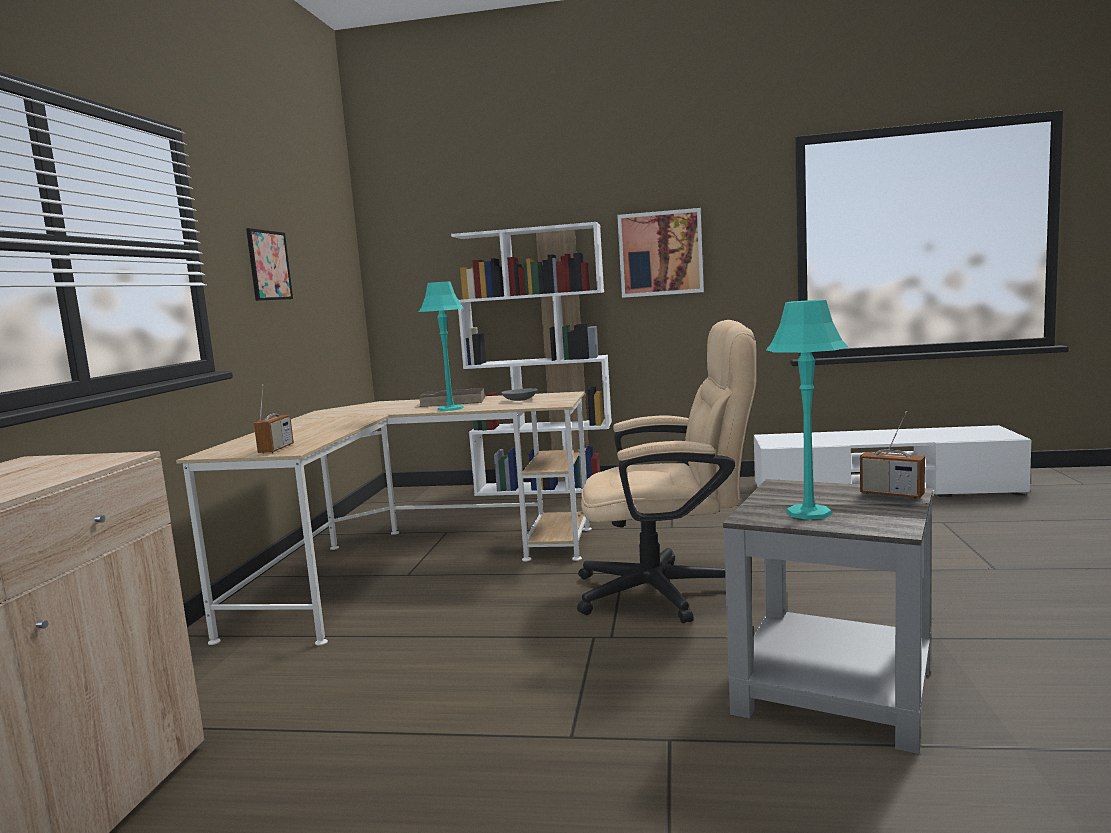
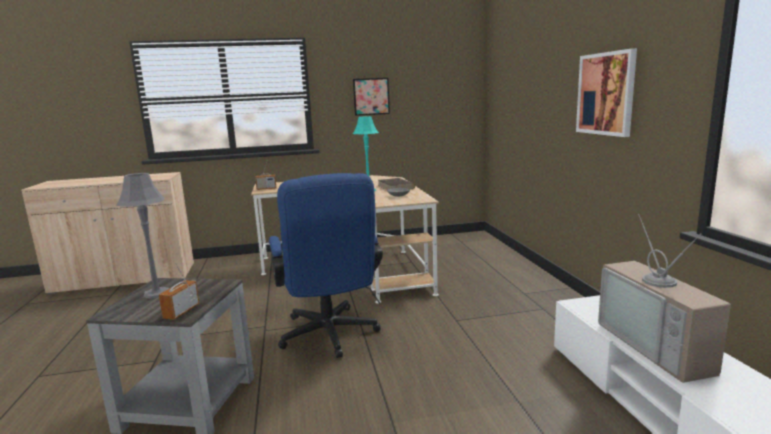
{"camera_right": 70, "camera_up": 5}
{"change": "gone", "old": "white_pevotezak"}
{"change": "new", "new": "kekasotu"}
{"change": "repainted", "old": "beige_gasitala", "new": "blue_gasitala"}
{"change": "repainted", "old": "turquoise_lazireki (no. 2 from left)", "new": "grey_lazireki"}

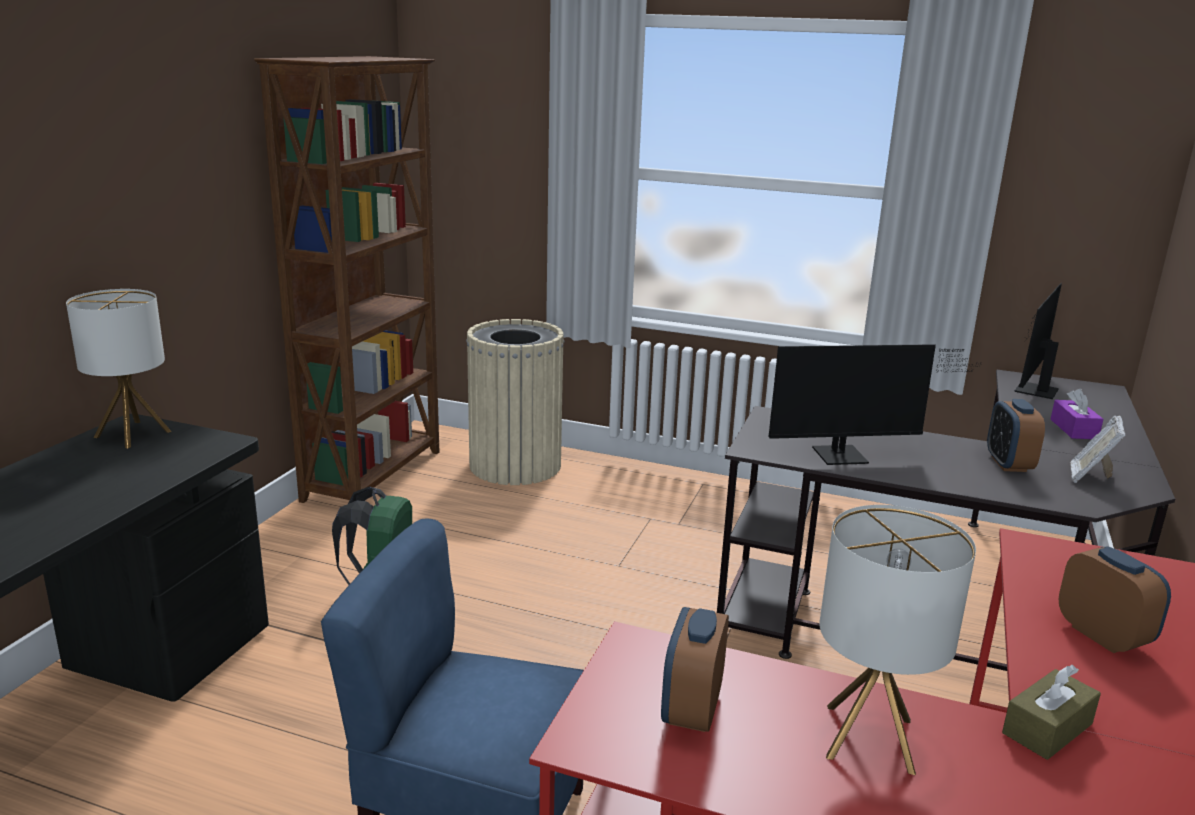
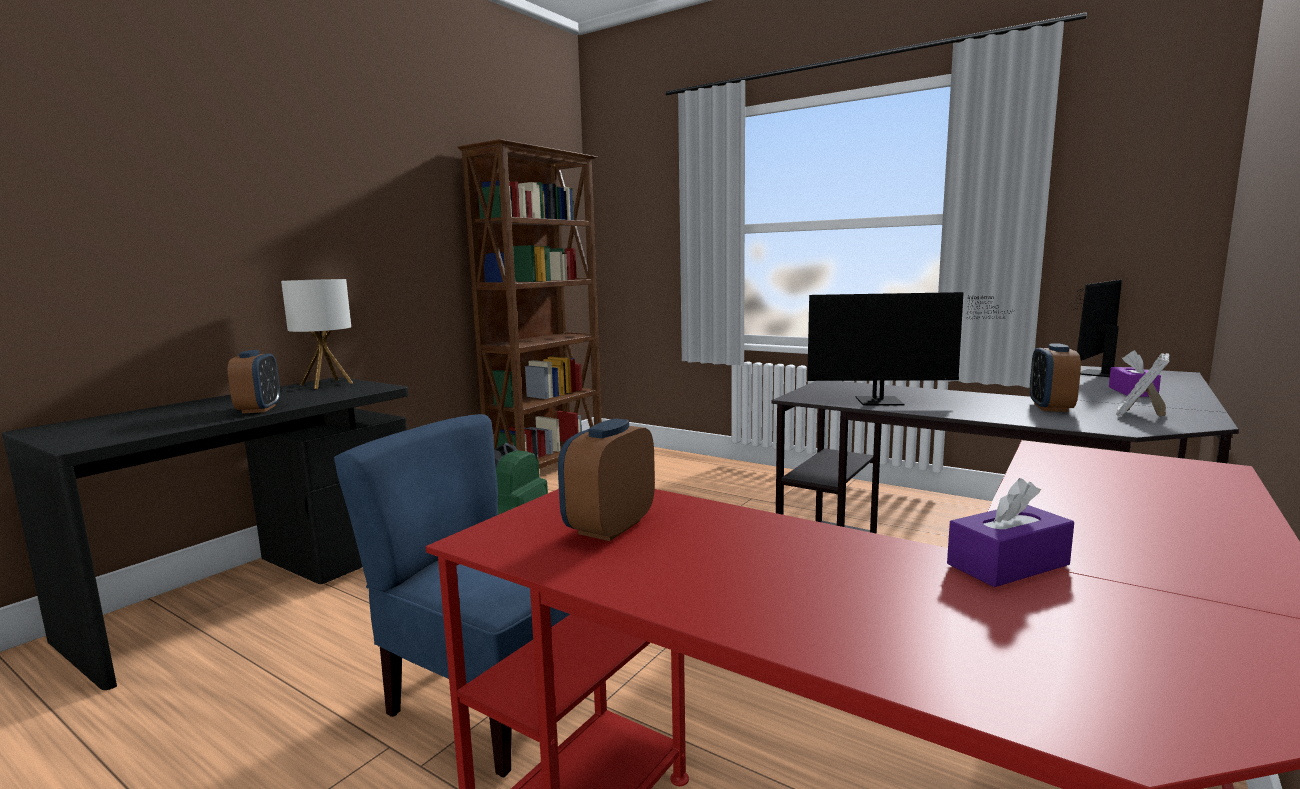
{"camera_right": 15, "camera_up": -10}
{"change": "gone", "old": "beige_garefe"}
{"change": "gone", "old": "lazireki (no. 2 from left)"}
{"change": "shifted", "old": "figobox (no. 3 from left in the first image)", "new": "figobox (no. 1 from left)"}
{"change": "repainted", "old": "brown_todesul", "new": "purple_todesul (no. 1 from left)"}

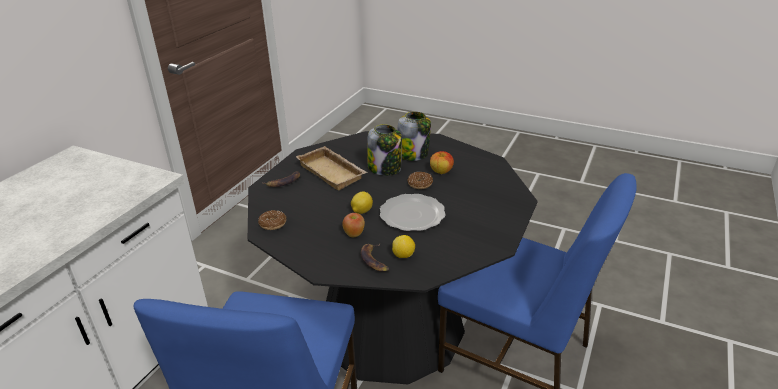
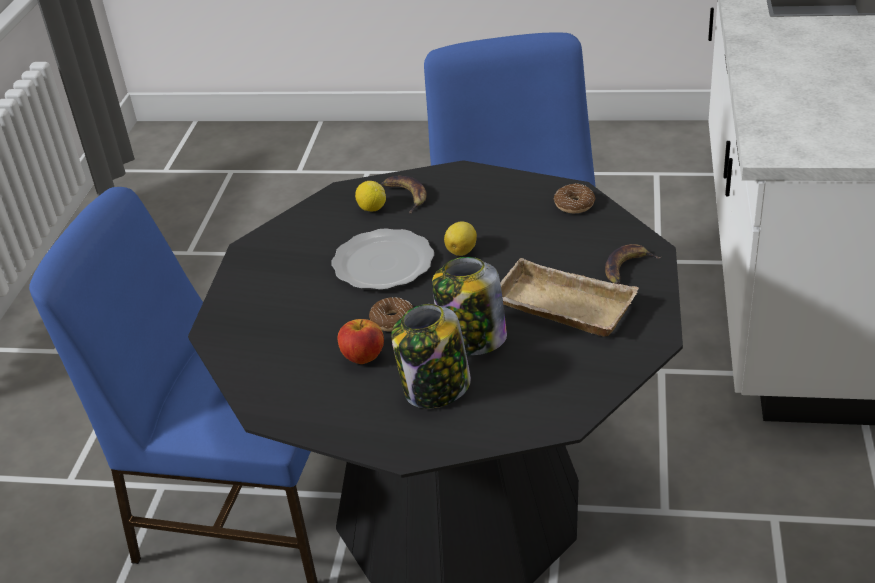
{"camera_right": 165, "camera_up": 5}
{"change": "gone", "old": "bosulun (no. 1 from left)"}

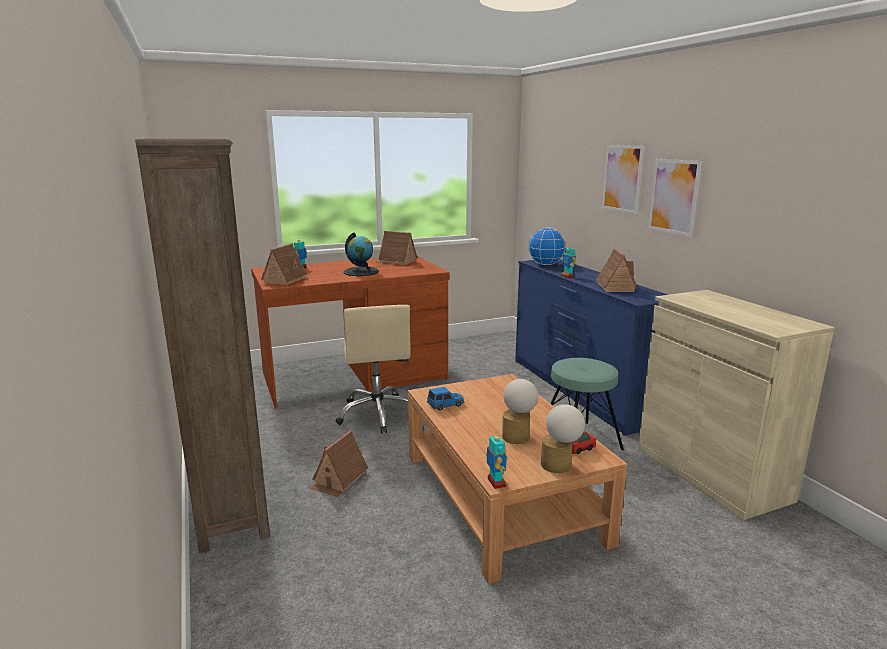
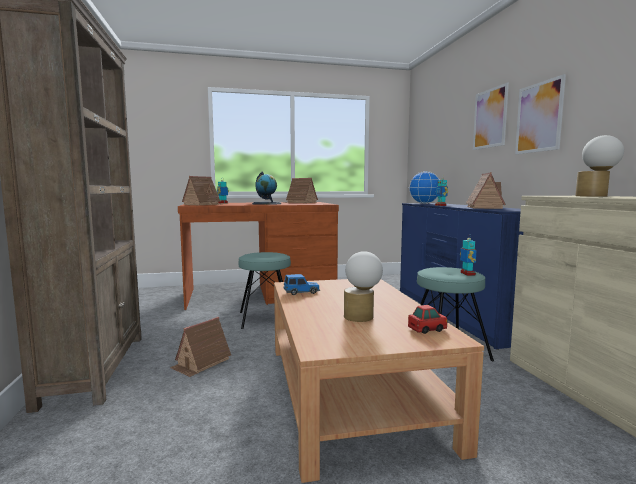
{"camera_right": 10, "camera_up": -10}
{"change": "shifted", "old": "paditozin (no. 2 from left in the first image)", "new": "paditozin (no. 3 from left)"}
{"change": "shifted", "old": "lazireki (no. 2 from left)"}
{"change": "swapped", "old": "beige_gasitala", "new": "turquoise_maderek (no. 1 from left)"}

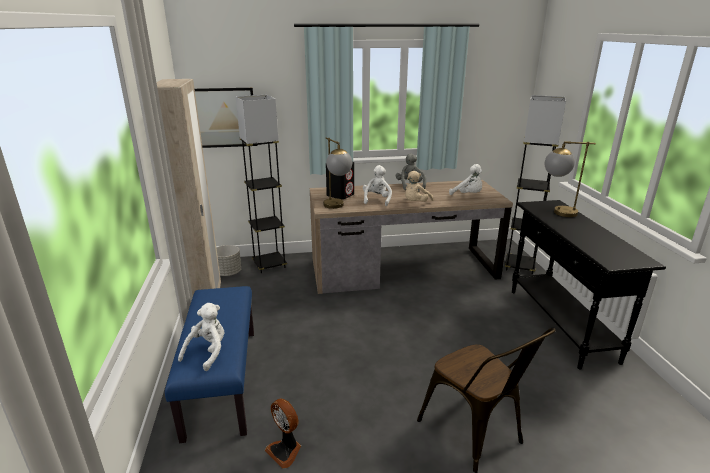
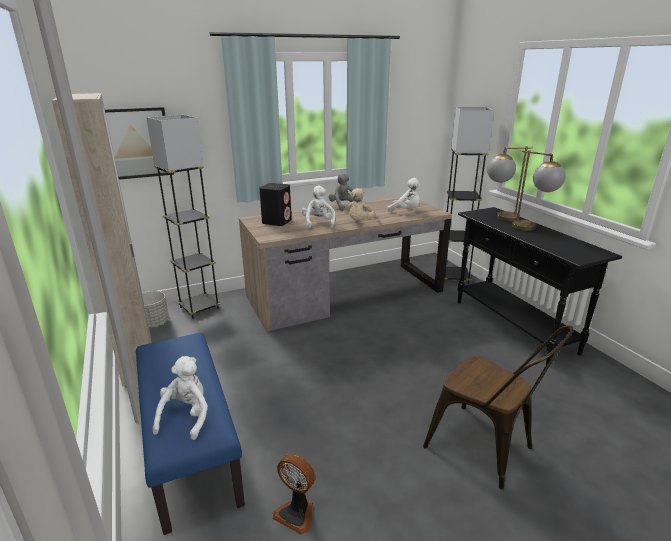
{"camera_right": -15, "camera_up": 0}
{"change": "shifted", "old": "lazireki (no. 1 from left in the first image)", "new": "lazireki (no. 2 from left)"}

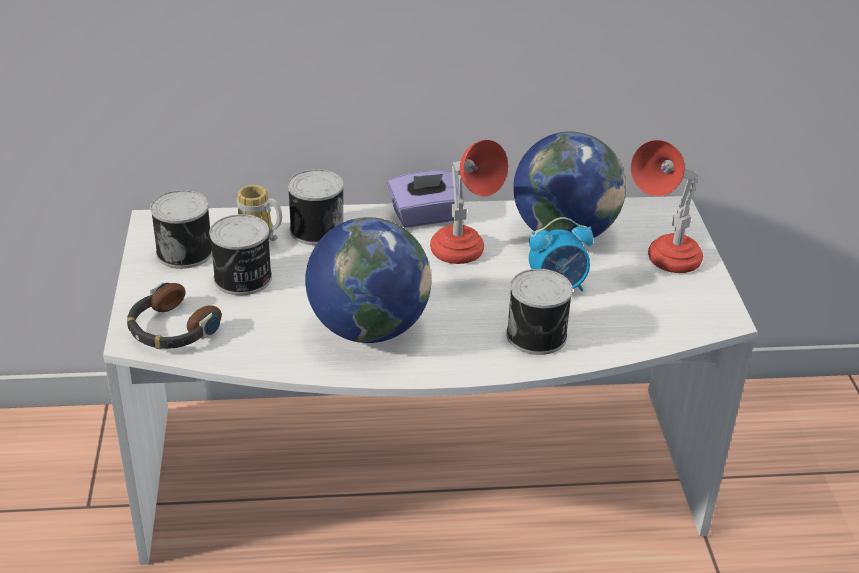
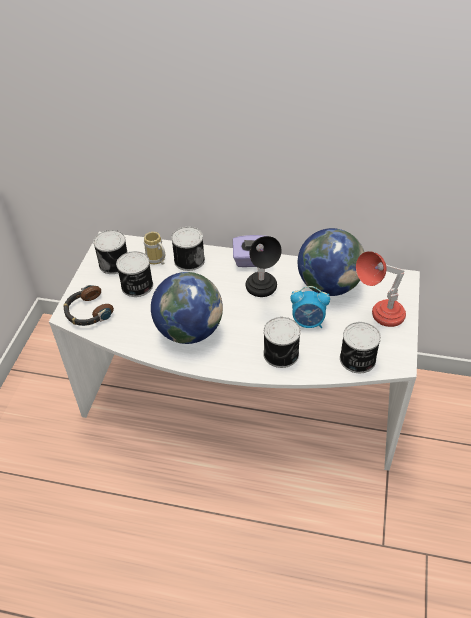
{"camera_right": 20, "camera_up": 10}
{"change": "new", "new": "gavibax (no. 5 from left)"}
{"change": "repainted", "old": "red_lazireki (no. 1 from left)", "new": "black_lazireki"}

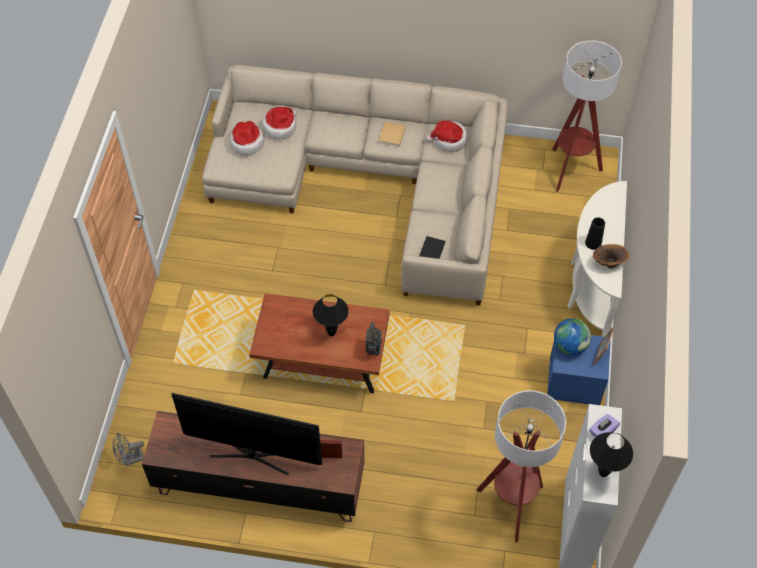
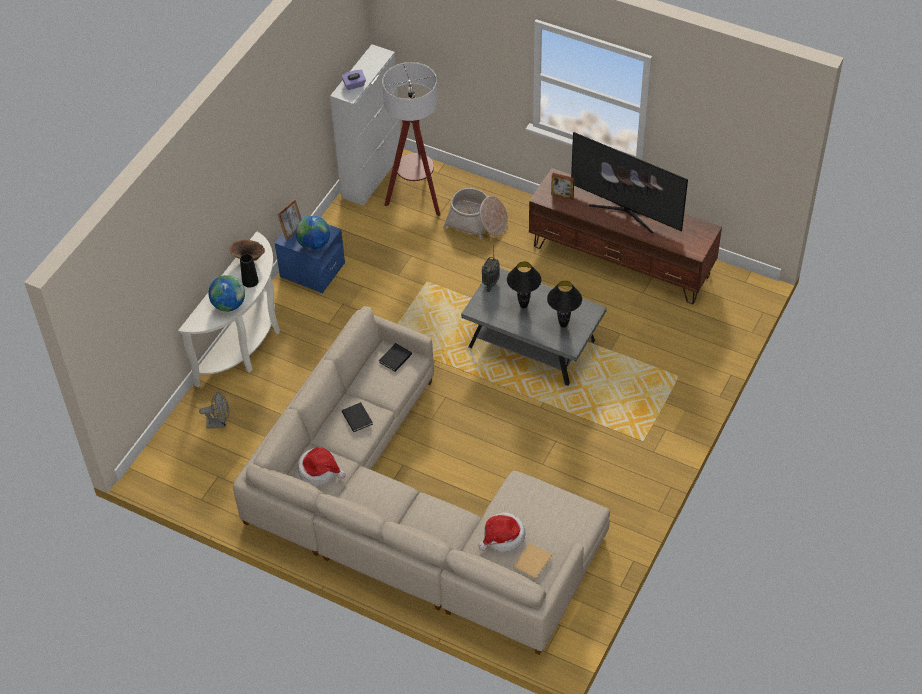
{"camera_right": -160, "camera_up": -5}
{"change": "gone", "old": "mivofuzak (no. 1 from left)"}
{"change": "gone", "old": "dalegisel (no. 2 from left)"}
{"change": "new", "new": "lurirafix (no. 1 from left)"}
{"change": "new", "new": "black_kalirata (no. 1 from left)"}
{"change": "new", "new": "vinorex"}
{"change": "shifted", "old": "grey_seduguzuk"}
{"change": "shifted", "old": "beige_kalirata"}
{"change": "shifted", "old": "black_lazireki (no. 2 from left)"}
{"change": "repainted", "old": "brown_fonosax", "new": "grey_fonosax"}

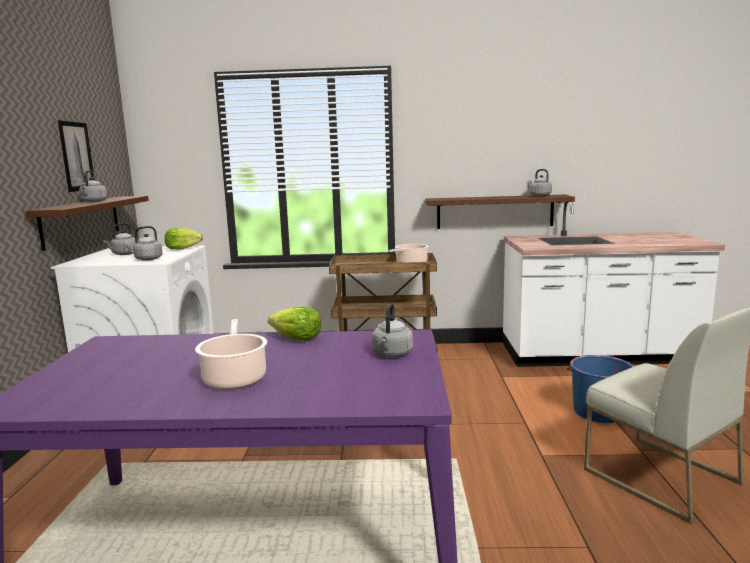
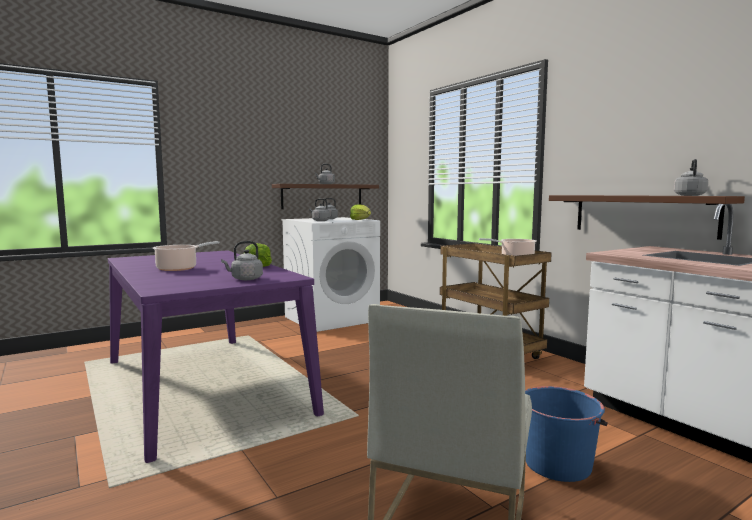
{"camera_right": 55, "camera_up": -5}
{"change": "gone", "old": "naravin"}

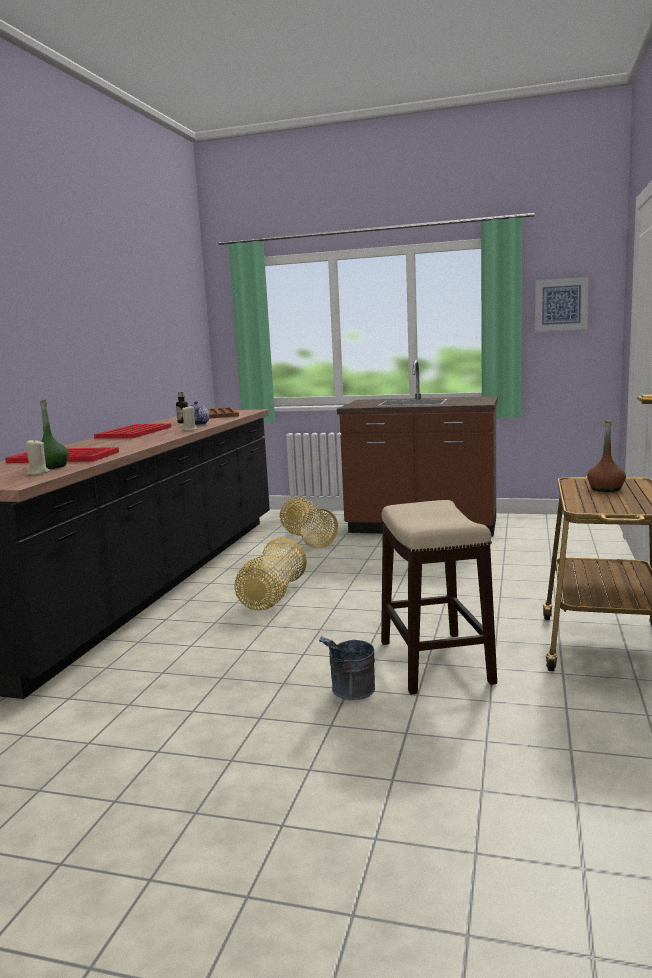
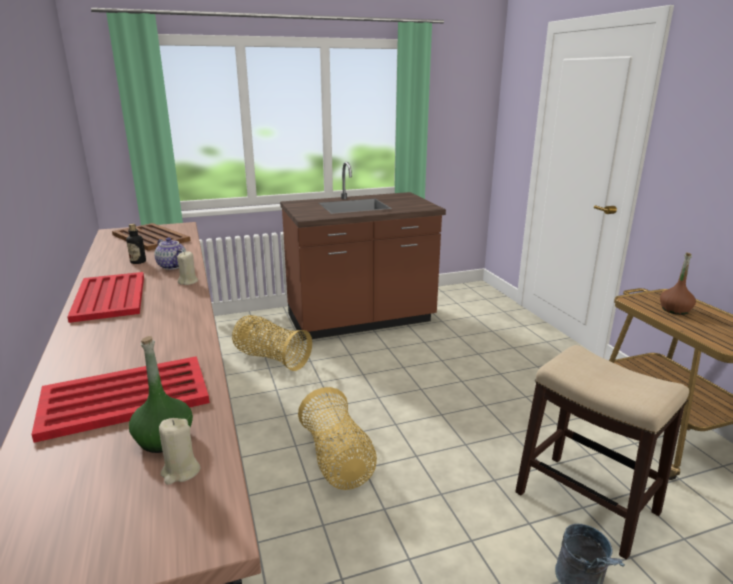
{"camera_right": -35, "camera_up": 10}
{"change": "gone", "old": "naravin"}

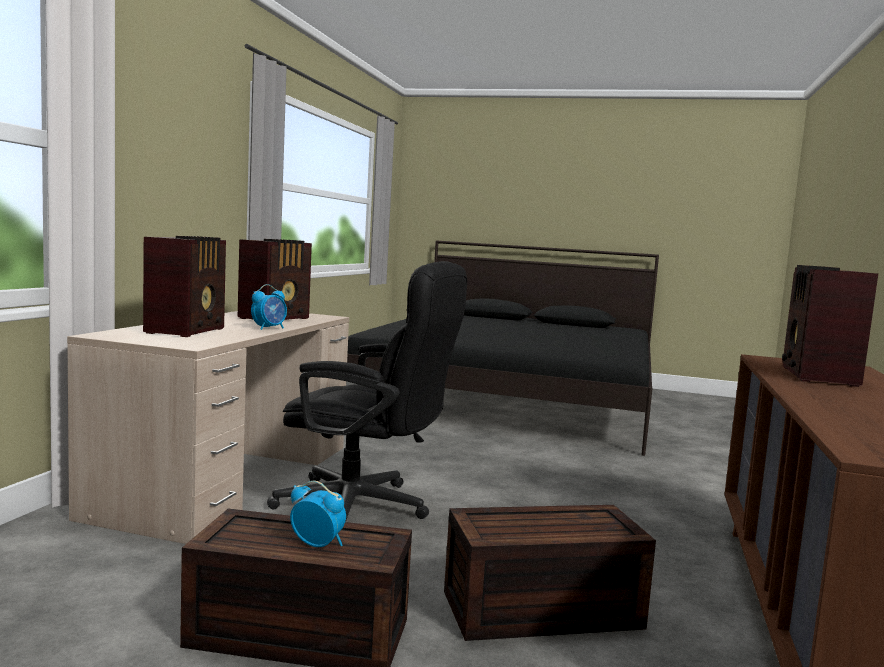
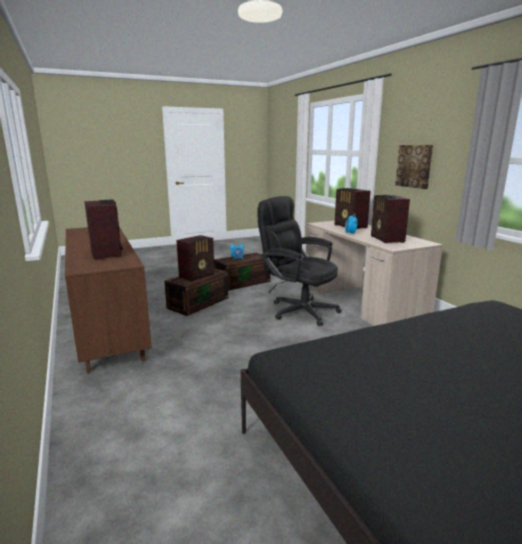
{"camera_right": 140, "camera_up": 10}
{"change": "new", "new": "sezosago (no. 2 from left)"}
{"change": "new", "new": "naravin"}
{"change": "rotated", "old": "black_gasitala", "degrees": 60}

